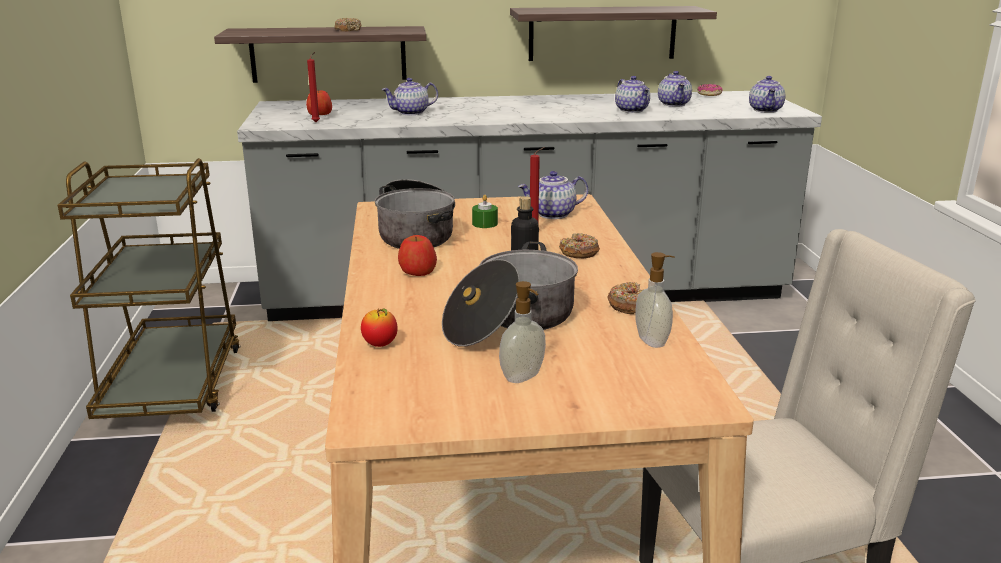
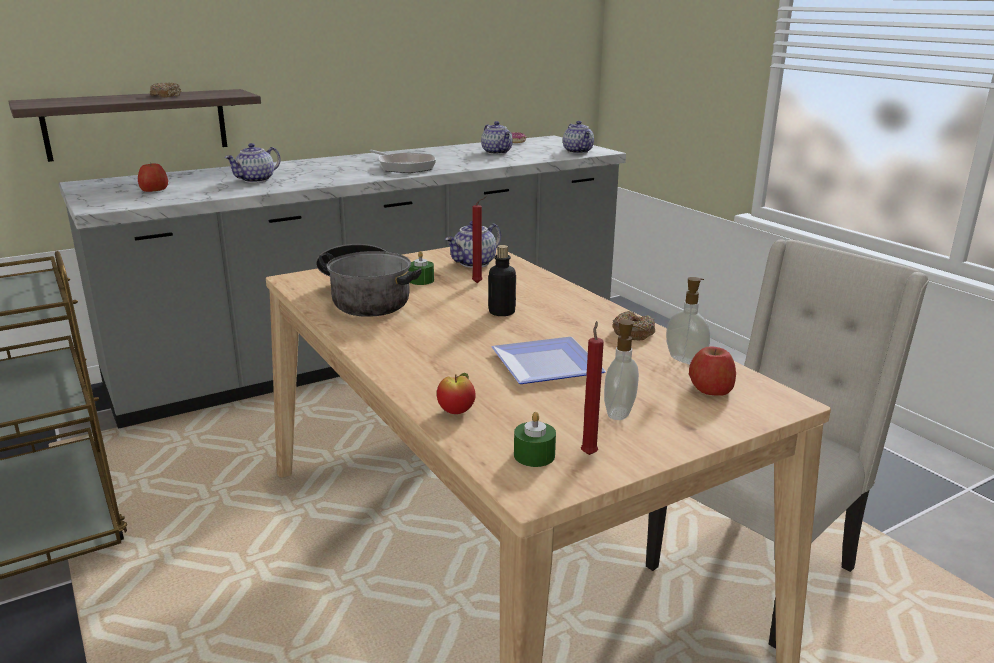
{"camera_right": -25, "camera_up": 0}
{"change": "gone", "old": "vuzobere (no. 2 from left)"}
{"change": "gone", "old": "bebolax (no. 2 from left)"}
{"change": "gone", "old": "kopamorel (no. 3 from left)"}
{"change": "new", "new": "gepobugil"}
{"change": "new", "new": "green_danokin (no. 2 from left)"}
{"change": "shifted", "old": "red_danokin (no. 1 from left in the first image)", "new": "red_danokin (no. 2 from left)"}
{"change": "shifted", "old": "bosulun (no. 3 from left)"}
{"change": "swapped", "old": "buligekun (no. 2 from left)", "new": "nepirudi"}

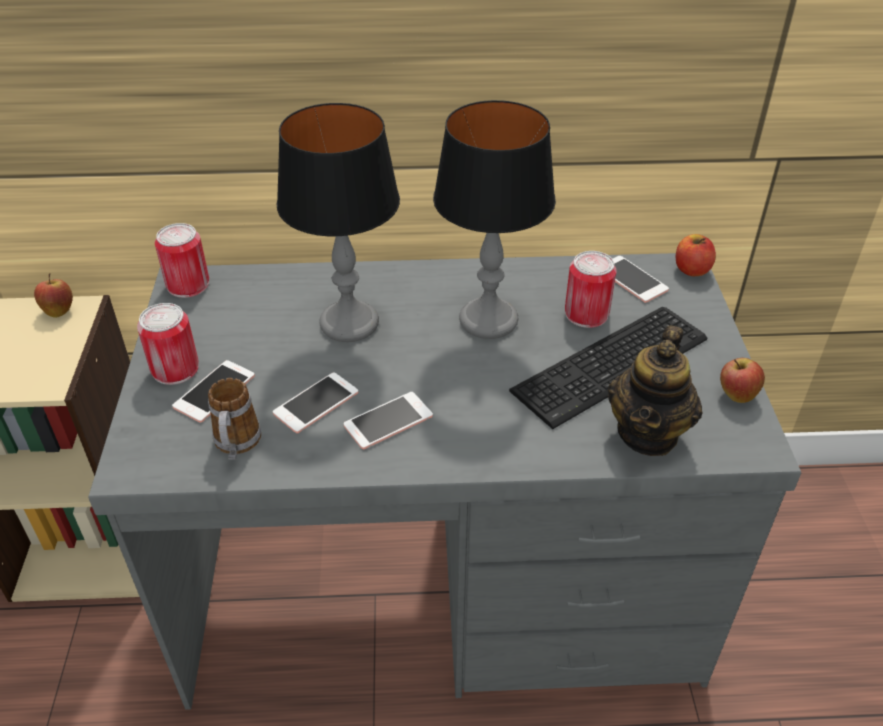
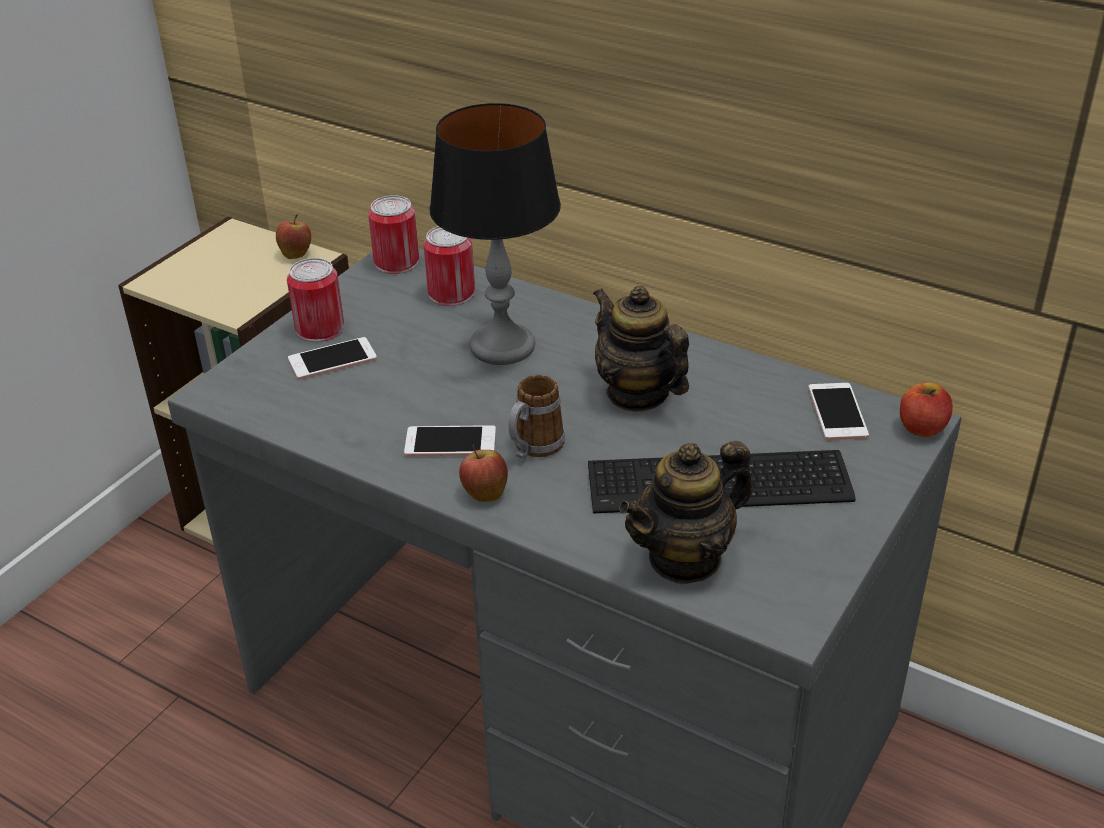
{"camera_right": 35, "camera_up": -5}
{"change": "gone", "old": "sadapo (no. 2 from left)"}
{"change": "shifted", "old": "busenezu"}
{"change": "shifted", "old": "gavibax (no. 3 from left)"}
{"change": "shifted", "old": "bosulun (no. 3 from left in the first image)", "new": "bosulun (no. 2 from left)"}
{"change": "swapped", "old": "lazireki (no. 2 from left)", "new": "kopamorel (no. 1 from left)"}

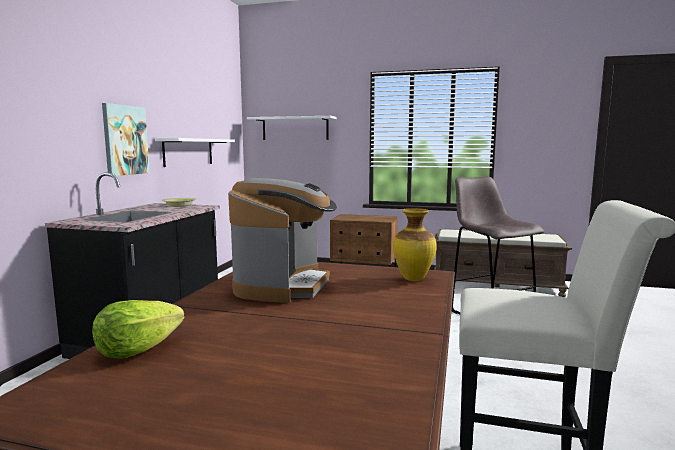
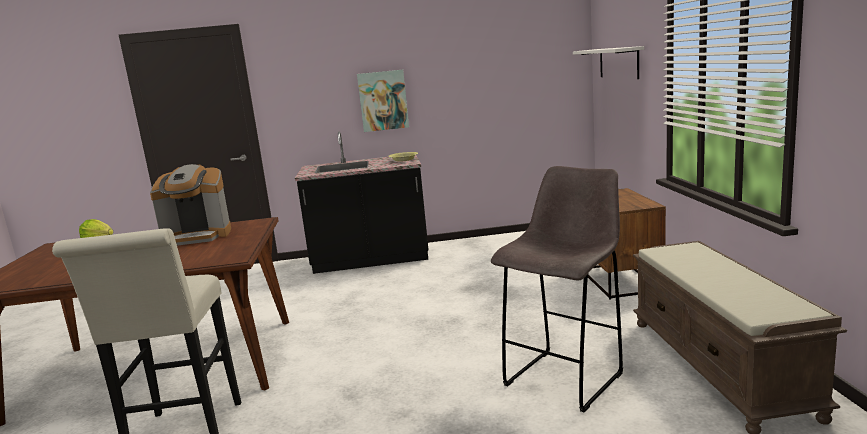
{"camera_right": 70, "camera_up": 5}
{"change": "gone", "old": "white_vuzobere (no. 1 from left)"}
{"change": "gone", "old": "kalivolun"}

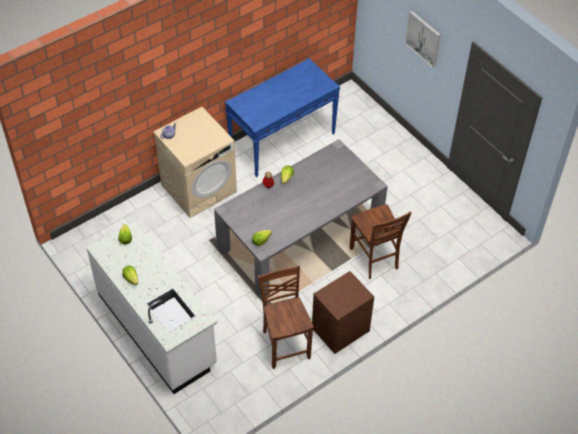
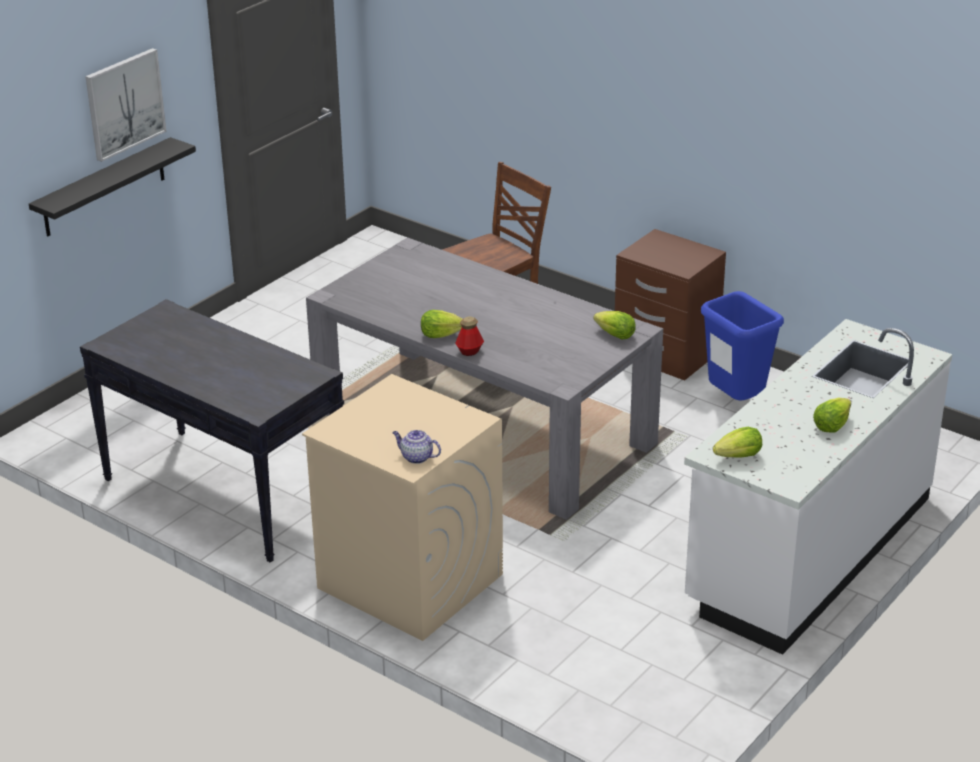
{"camera_right": -105, "camera_up": -20}
{"change": "new", "new": "black_vuzobere"}
{"change": "swapped", "old": "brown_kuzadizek (no. 1 from left)", "new": "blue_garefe"}
{"change": "repainted", "old": "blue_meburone", "new": "black_meburone"}

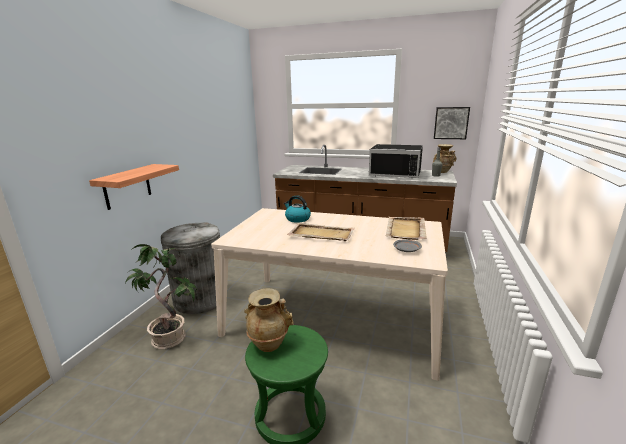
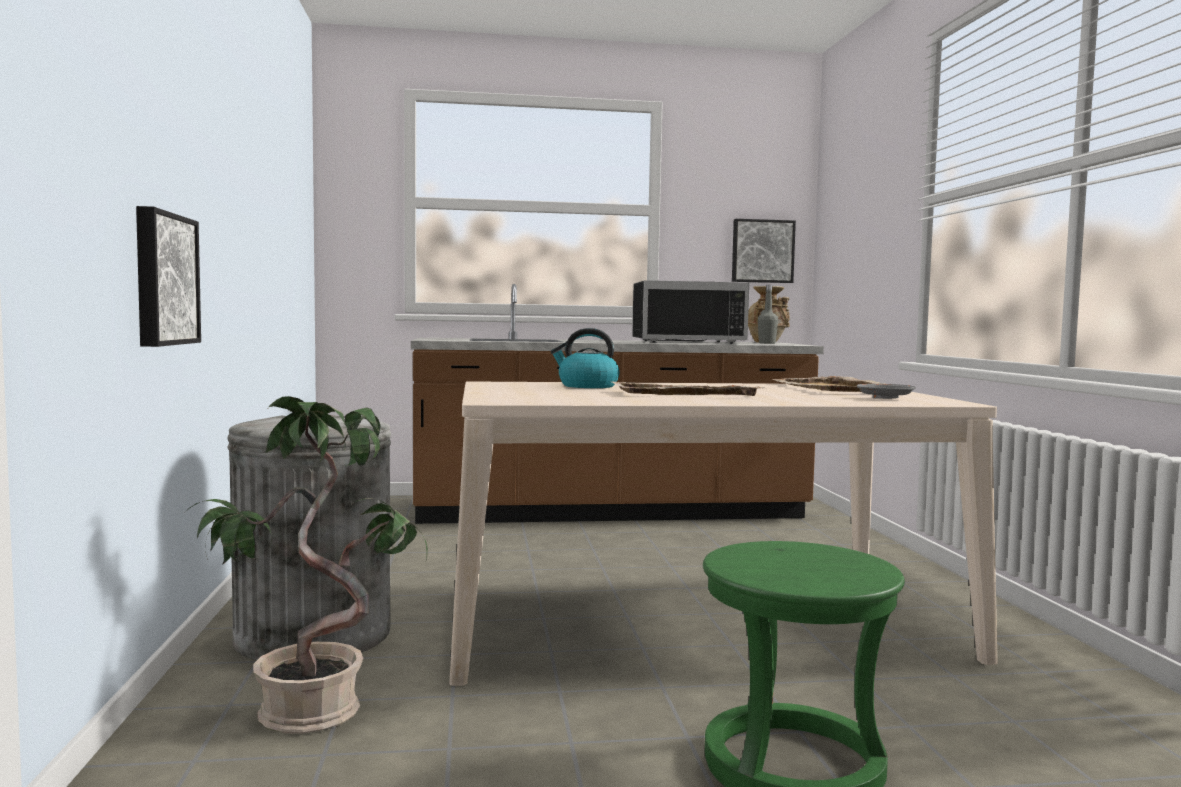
{"camera_right": -25, "camera_up": -15}
{"change": "gone", "old": "beige_kalivolun (no. 1 from left)"}
{"change": "swapped", "old": "vuzobere", "new": "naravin (no. 1 from left)"}

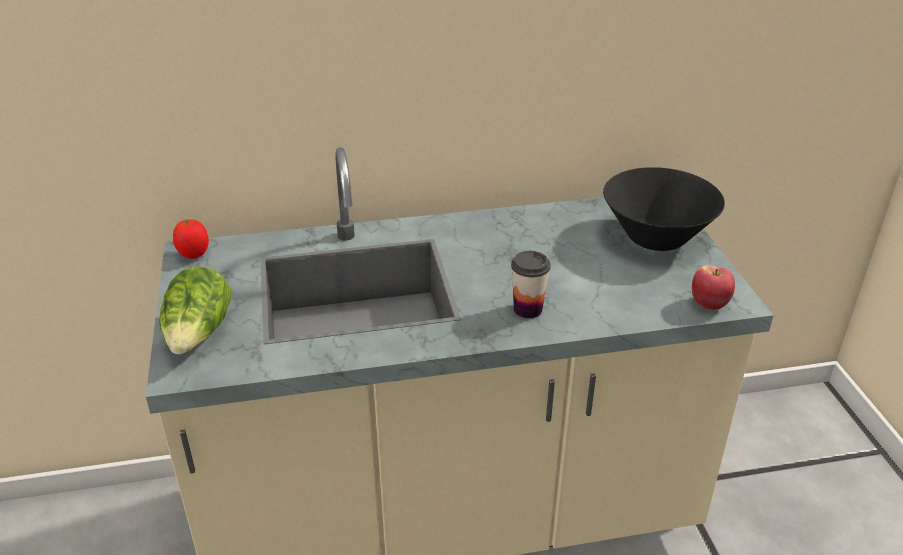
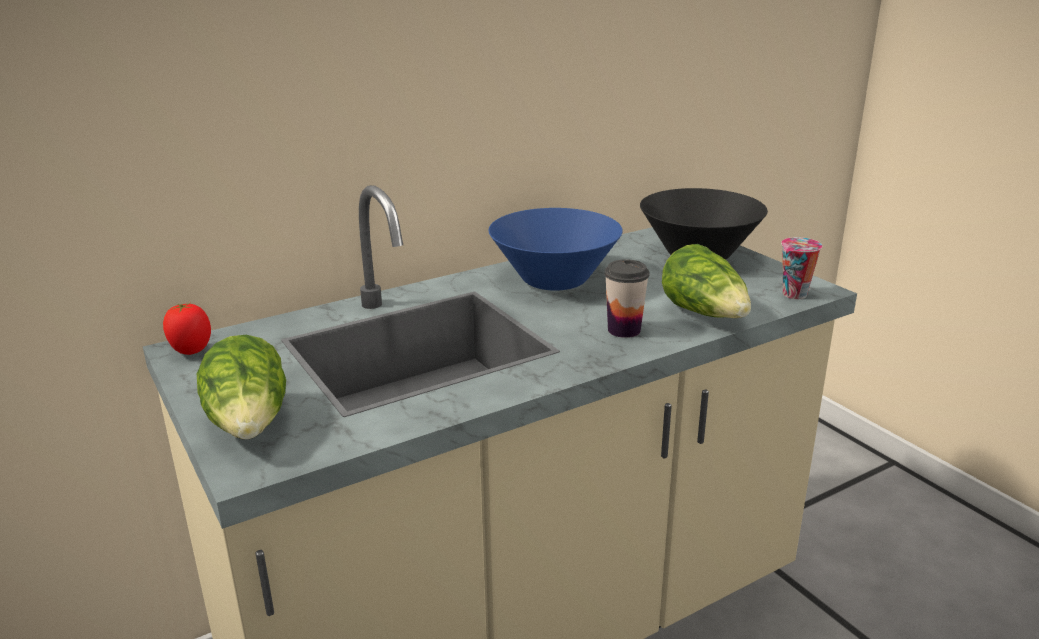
{"camera_right": -20, "camera_up": -10}
{"change": "new", "new": "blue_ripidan"}
{"change": "new", "new": "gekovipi (no. 2 from left)"}
{"change": "swapped", "old": "bosulun", "new": "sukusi (no. 2 from left)"}

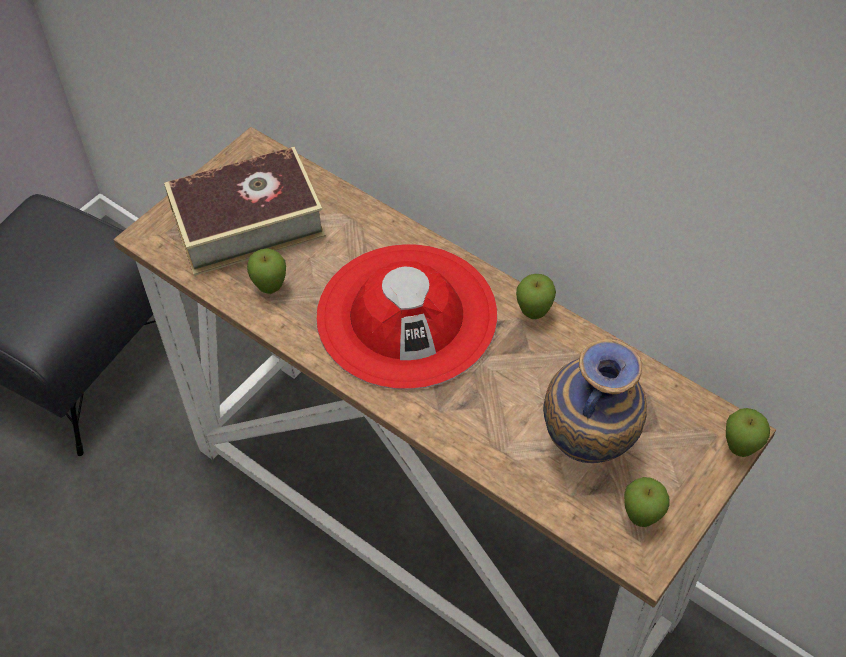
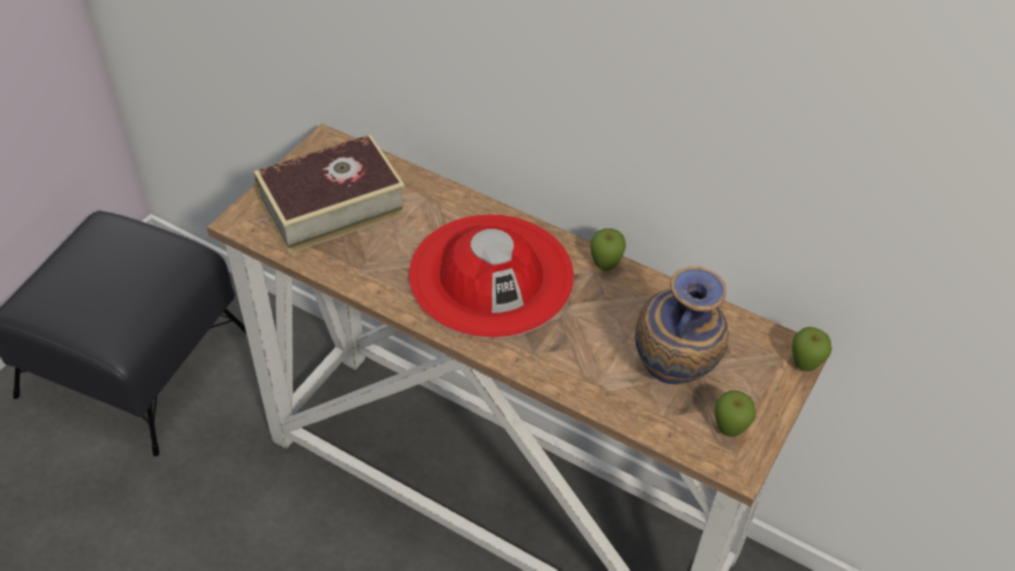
{"camera_right": -10, "camera_up": -5}
{"change": "gone", "old": "bosulun (no. 1 from left)"}

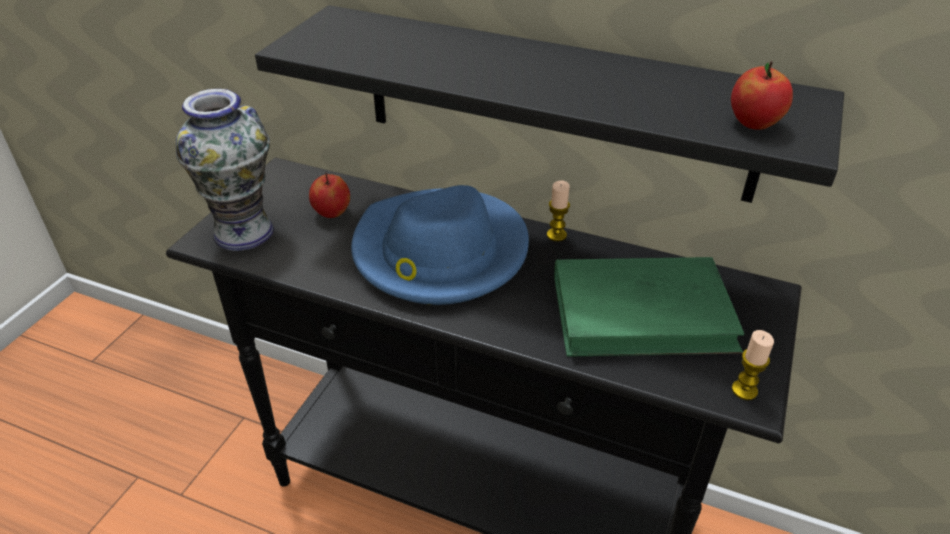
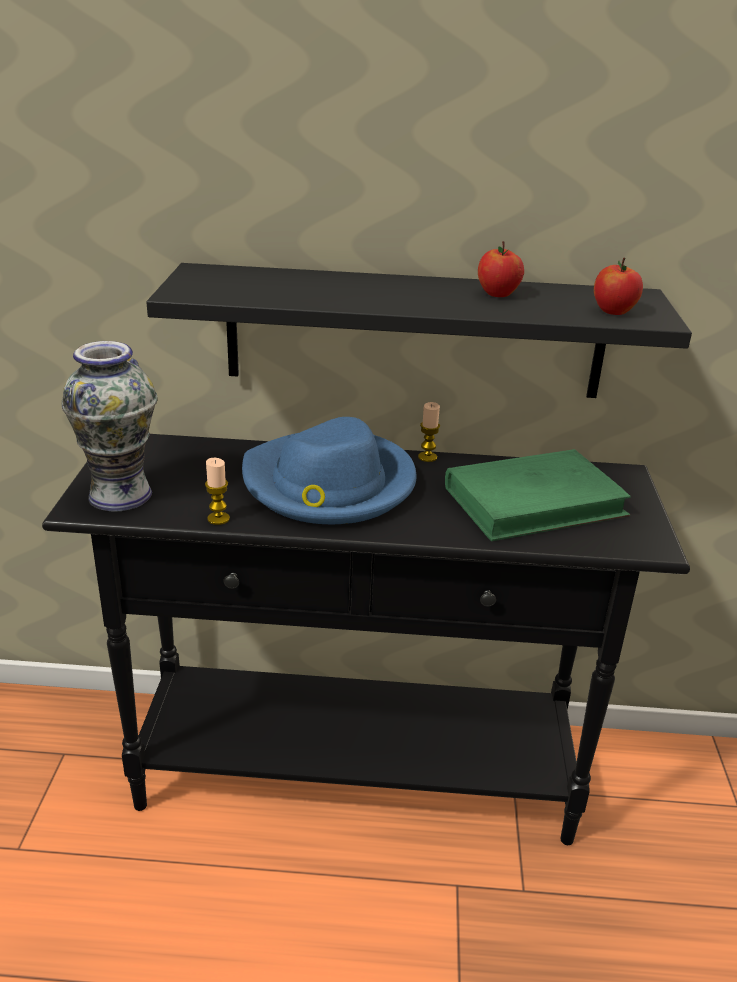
{"camera_right": -20, "camera_up": -10}
{"change": "shifted", "old": "bosulun (no. 1 from left)"}
{"change": "shifted", "old": "danokin (no. 2 from left in the first image)", "new": "danokin (no. 1 from left)"}

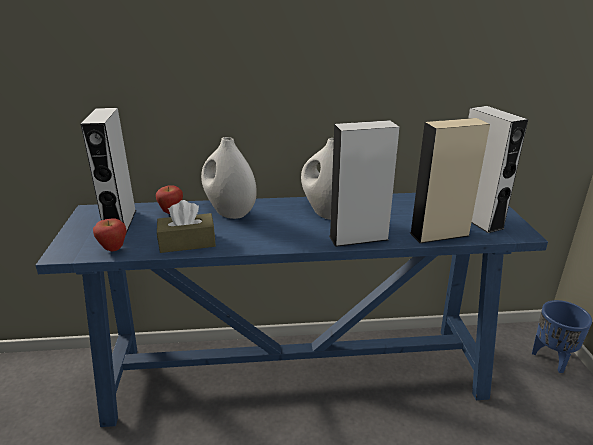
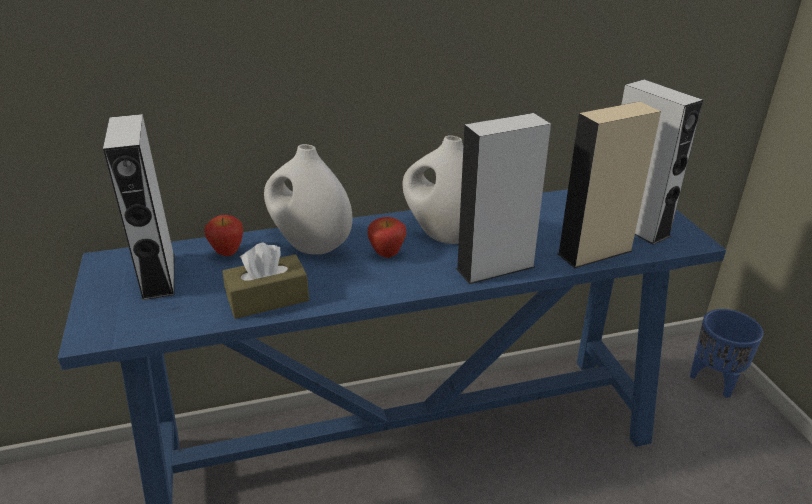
{"camera_right": -10, "camera_up": 5}
{"change": "shifted", "old": "bosulun (no. 1 from left in the first image)", "new": "bosulun (no. 2 from left)"}

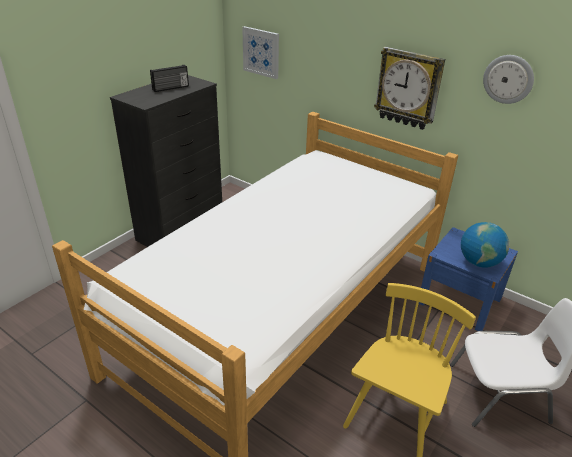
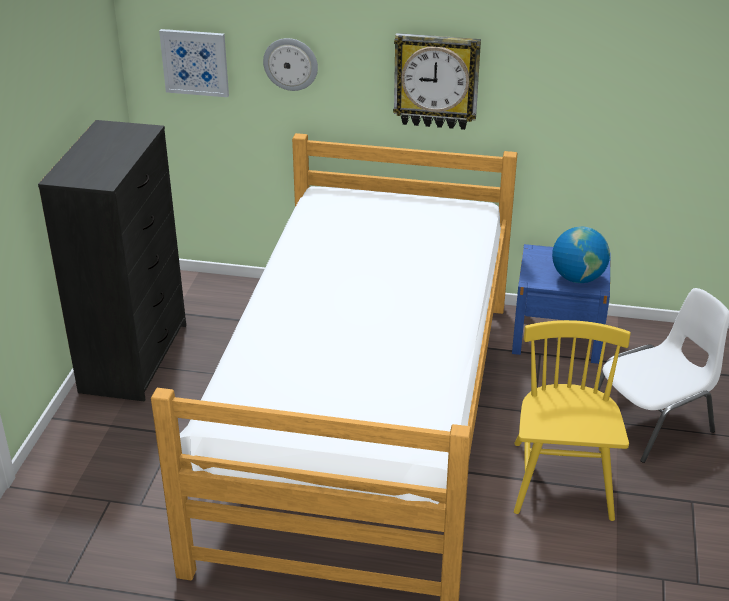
{"camera_right": -25, "camera_up": 0}
{"change": "gone", "old": "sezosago"}
{"change": "shifted", "old": "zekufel (no. 2 from left in the first image)", "new": "zekufel (no. 1 from left)"}

